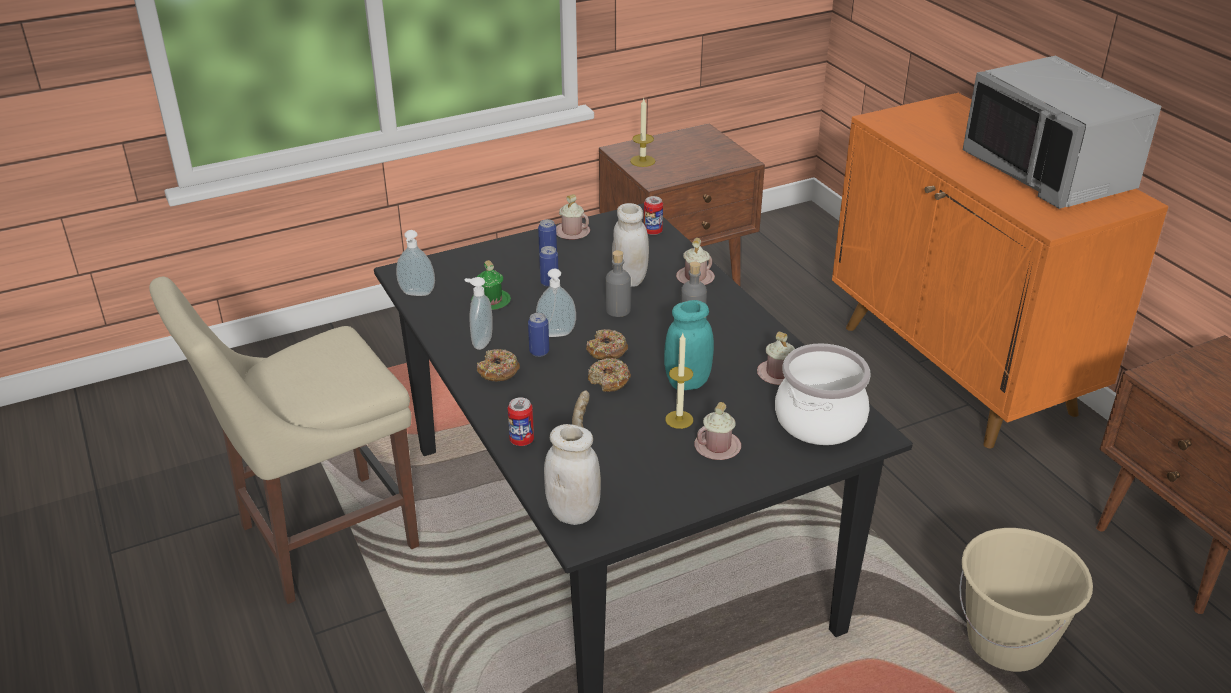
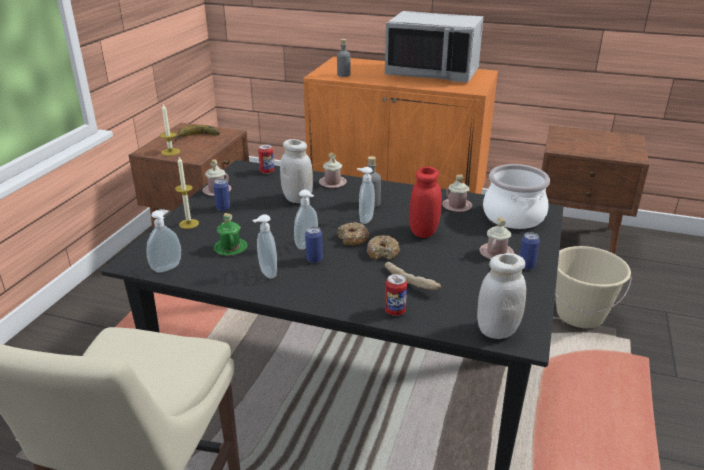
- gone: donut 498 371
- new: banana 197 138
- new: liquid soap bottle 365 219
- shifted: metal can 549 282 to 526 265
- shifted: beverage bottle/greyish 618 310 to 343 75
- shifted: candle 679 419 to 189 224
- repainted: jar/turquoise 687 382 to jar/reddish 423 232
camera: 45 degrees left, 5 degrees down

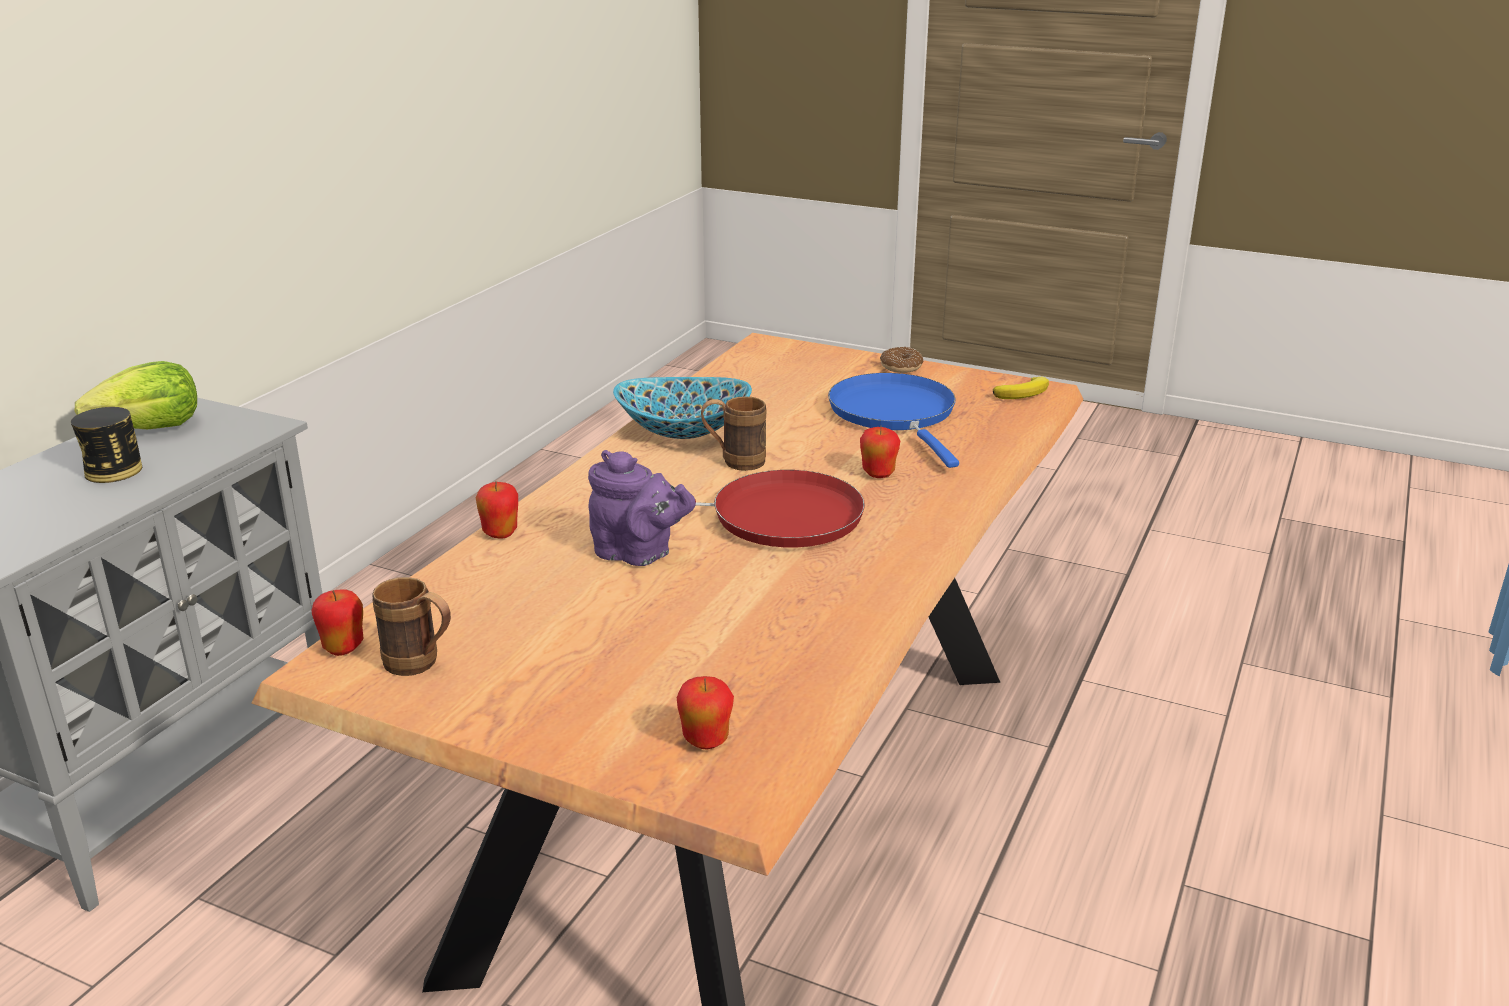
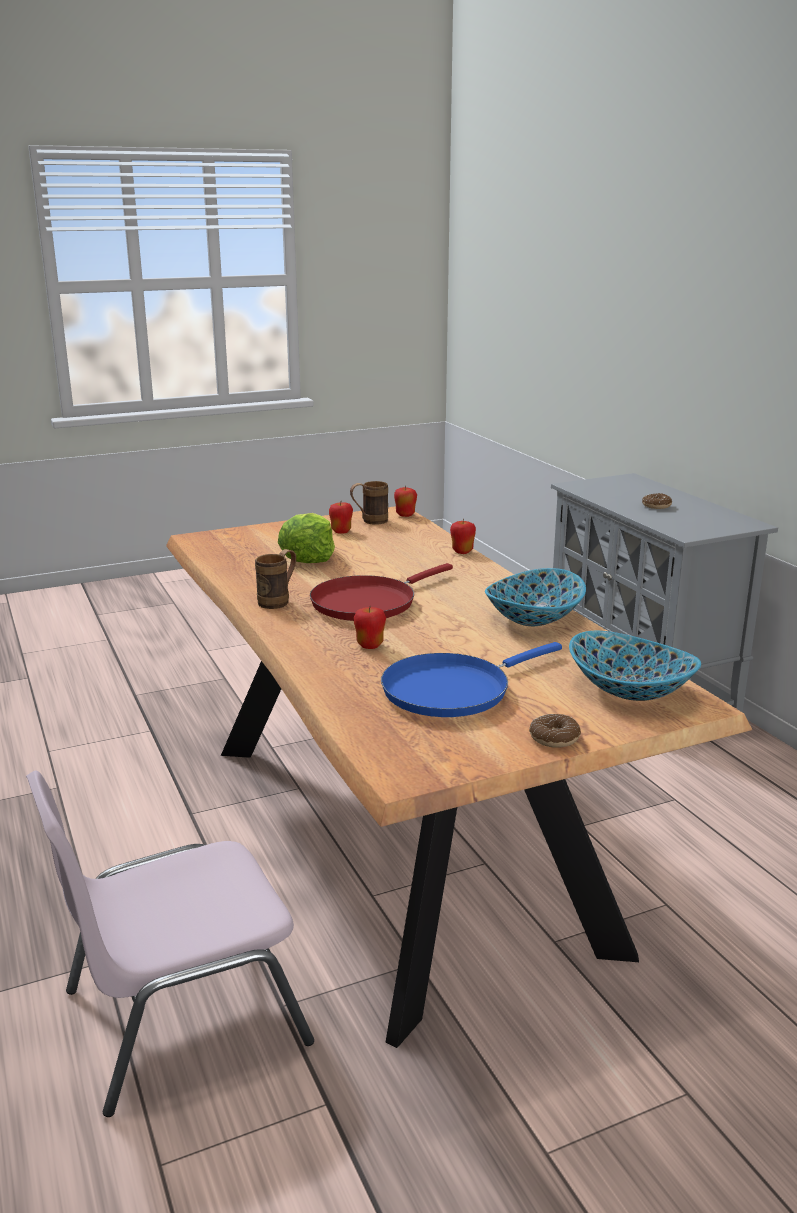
- gone: teapot/purplish 638 554
- gone: banana 1024 393
- new: upright chair/pinkish 180 1015
- new: serving bowl 630 691
- shifted: lettuce head 150 428 to 308 557
- shifted: whole apple 706 741 to 341 531
- shifted: mug/brown 734 462 to 279 601
- swapped: metal can 113 471 to donut 656 506
- rotated: skillet/blue-coloured 895 414 = 452 690 120 degrees clockwise
camera: 130 degrees right, 5 degrees down

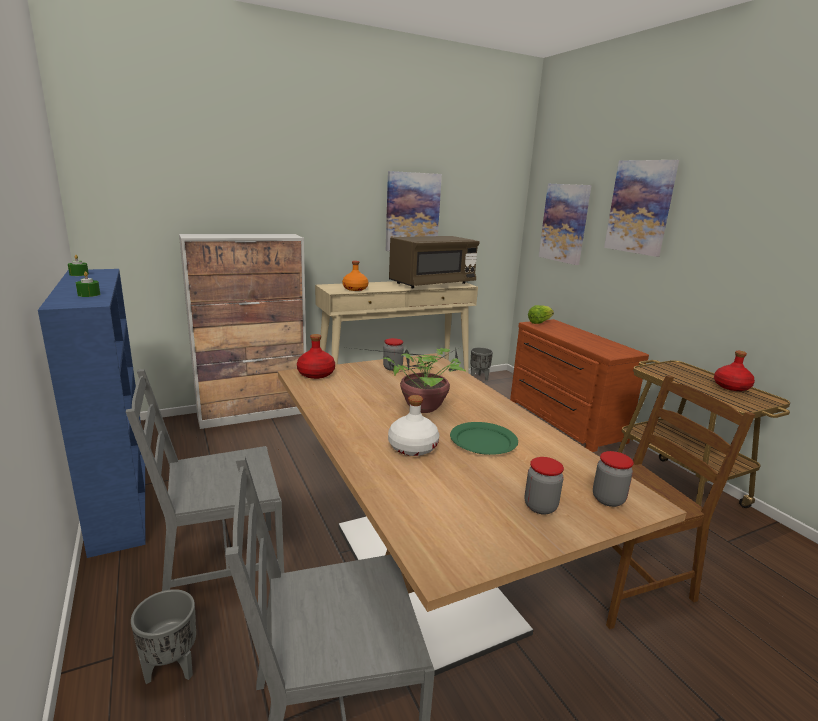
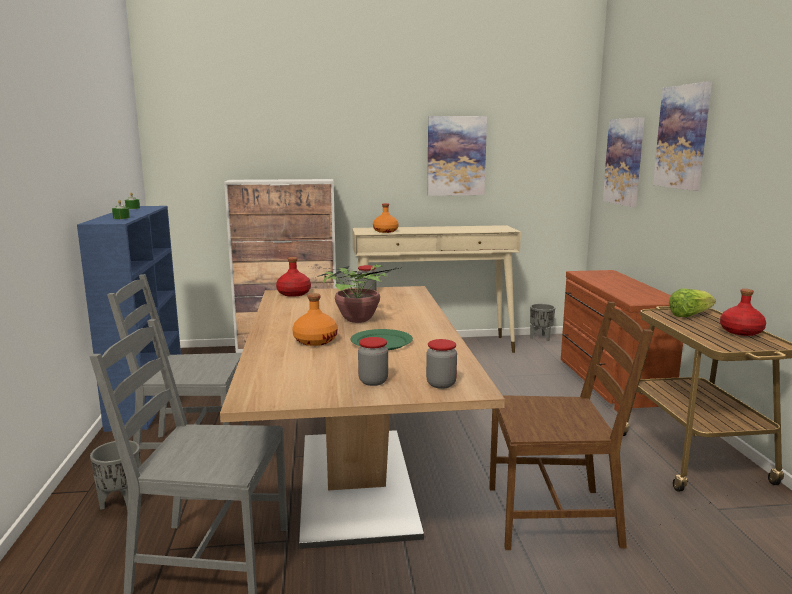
- gone: kitchen microwave/brown 432 284
- shifted: lettuce head 539 322 to 689 315
- repainted: beverage bottle/white 412 447 to beverage bottle/orange-coloured 315 341
camera: 20 degrees right, 5 degrees down

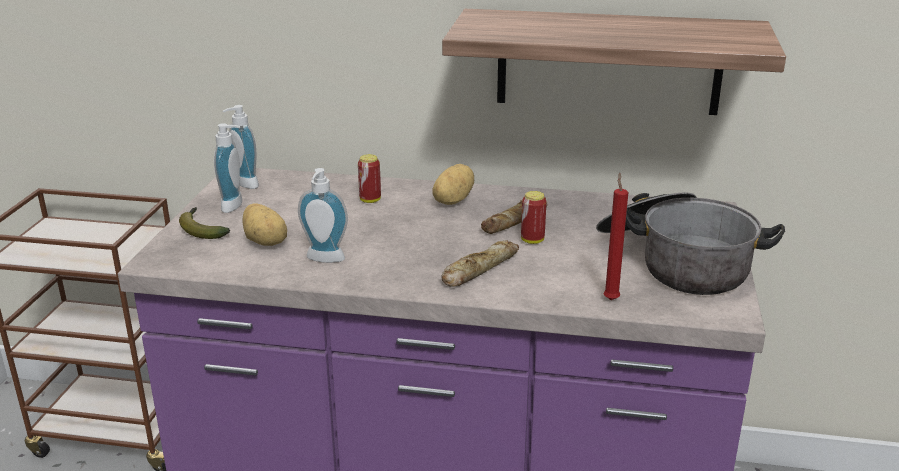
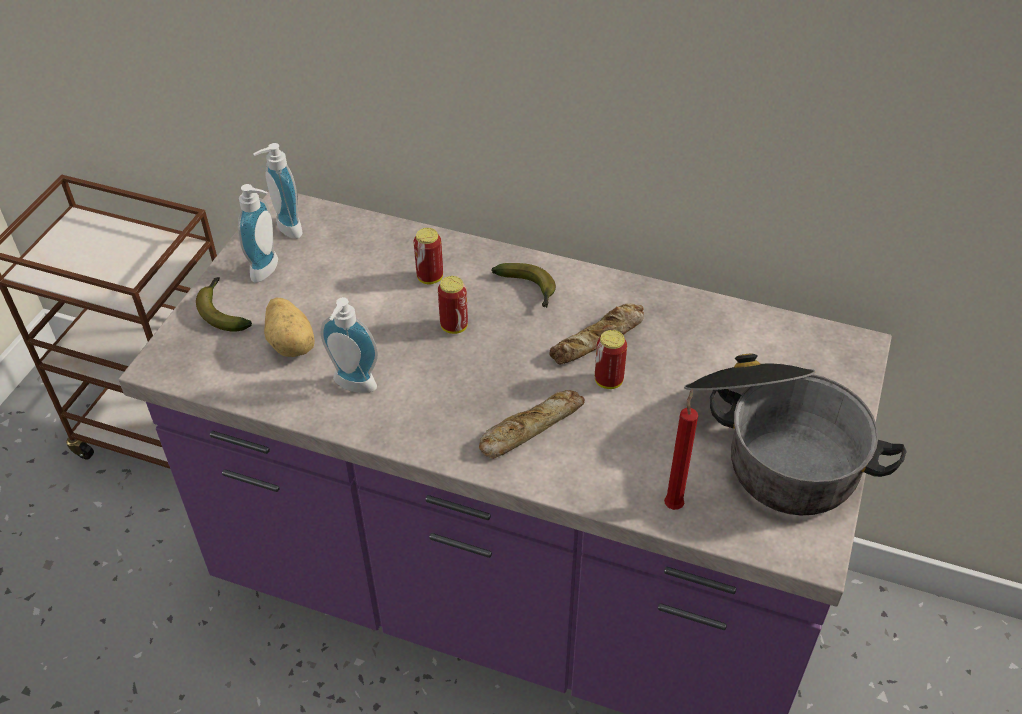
- gone: bracket shelf 608 62
- new: metal can 454 326
- swapped: potato 451 200 to banana 529 290
camera: 10 degrees right, 20 degrees up

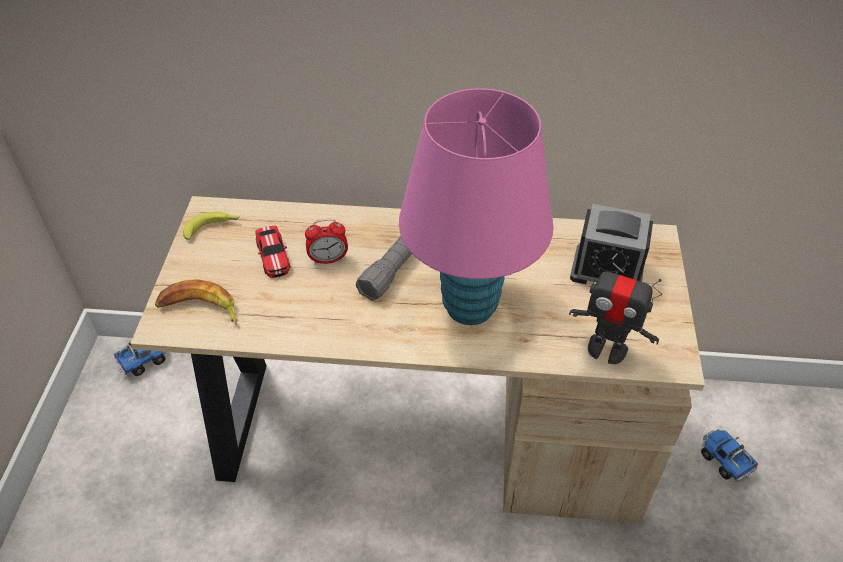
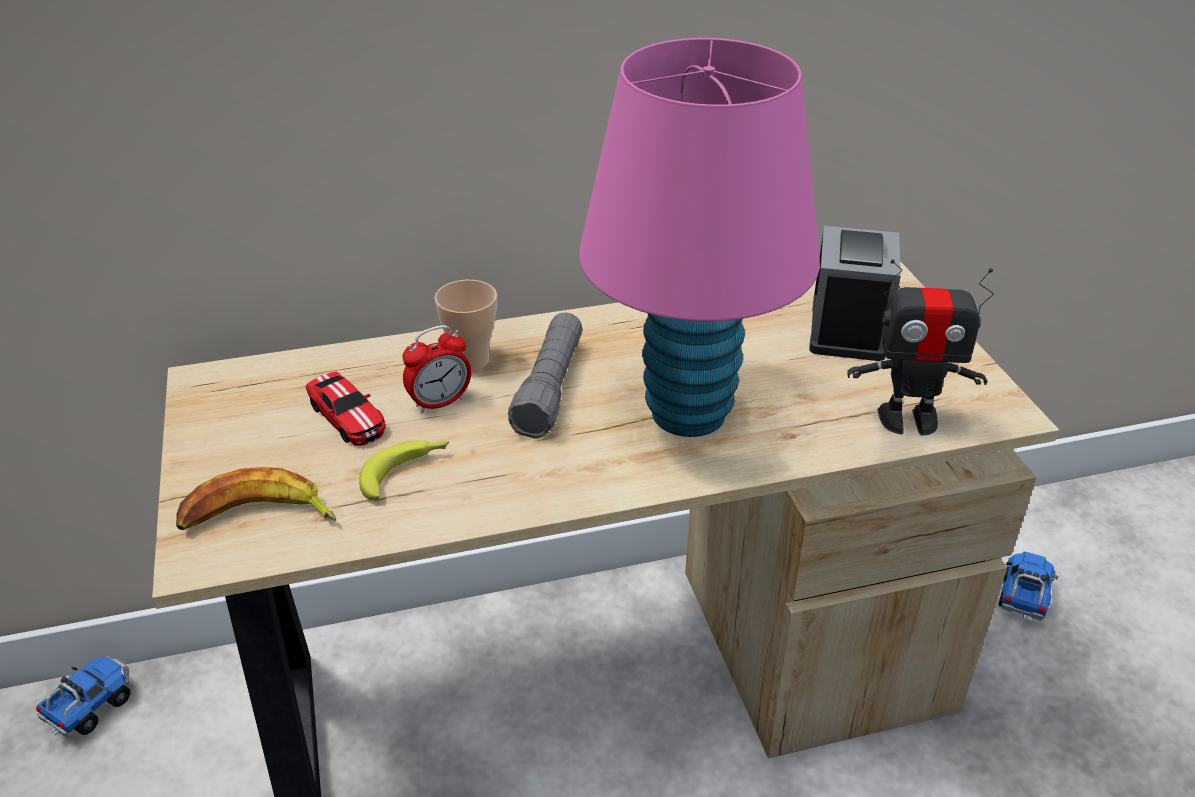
- new: cup 471 361
- shifted: banana 212 228 to 406 472
- rotated: bedside clock 607 270 = 847 328 75 degrees counterclockwise
- rotated: model truck 724 461 = 1023 598 75 degrees clockwise
camera: 20 degrees left, 10 degrees down

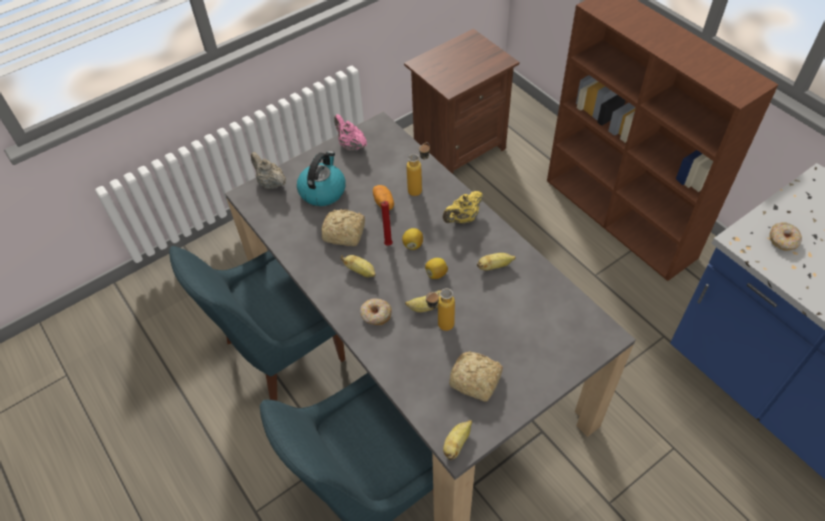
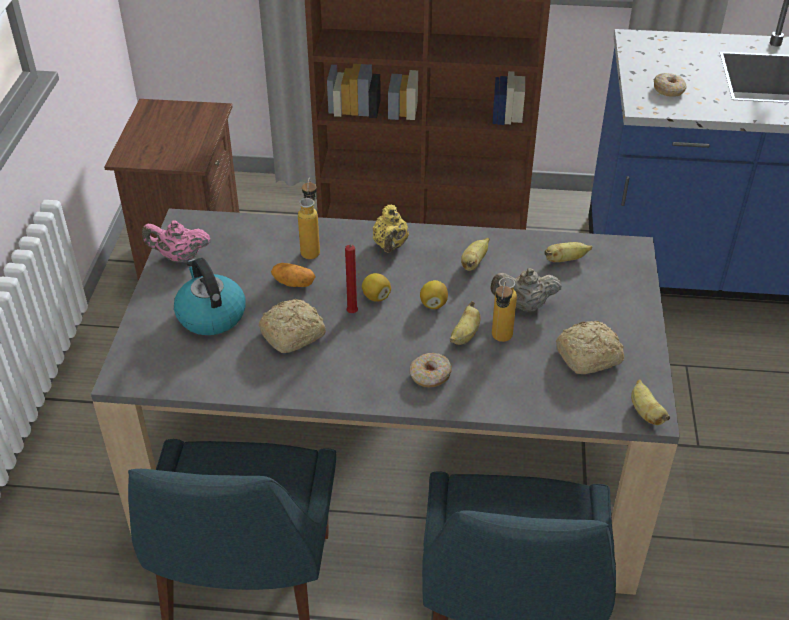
- shifted: teapot/sand-coloured 270 183 to 524 306
- shifted: banana 361 271 to 565 260
camera: 50 degrees left, 10 degrees down

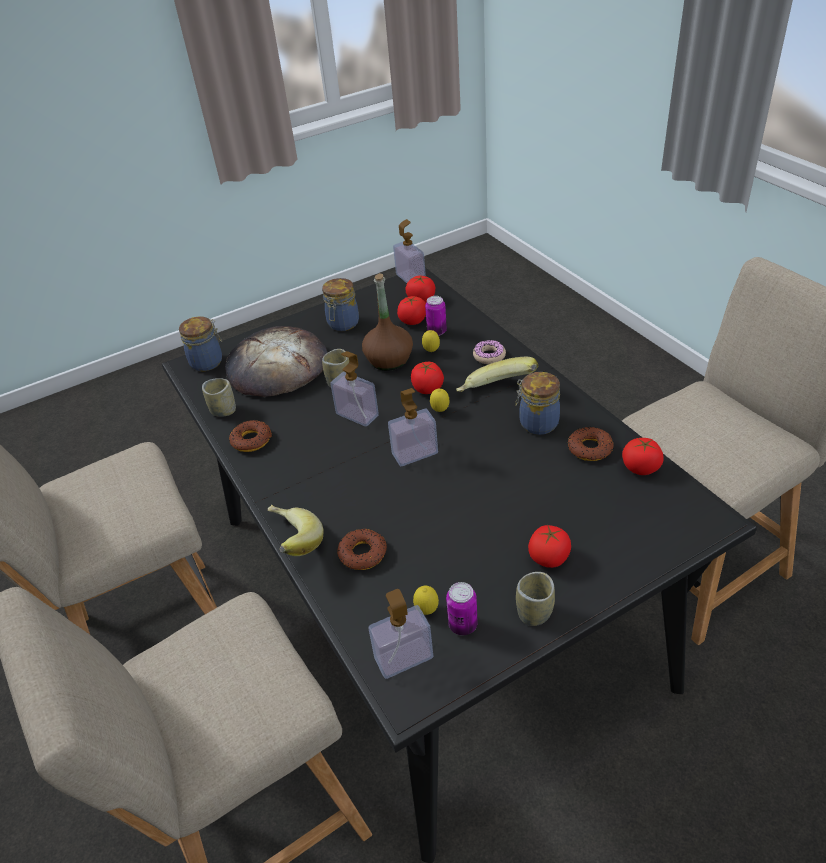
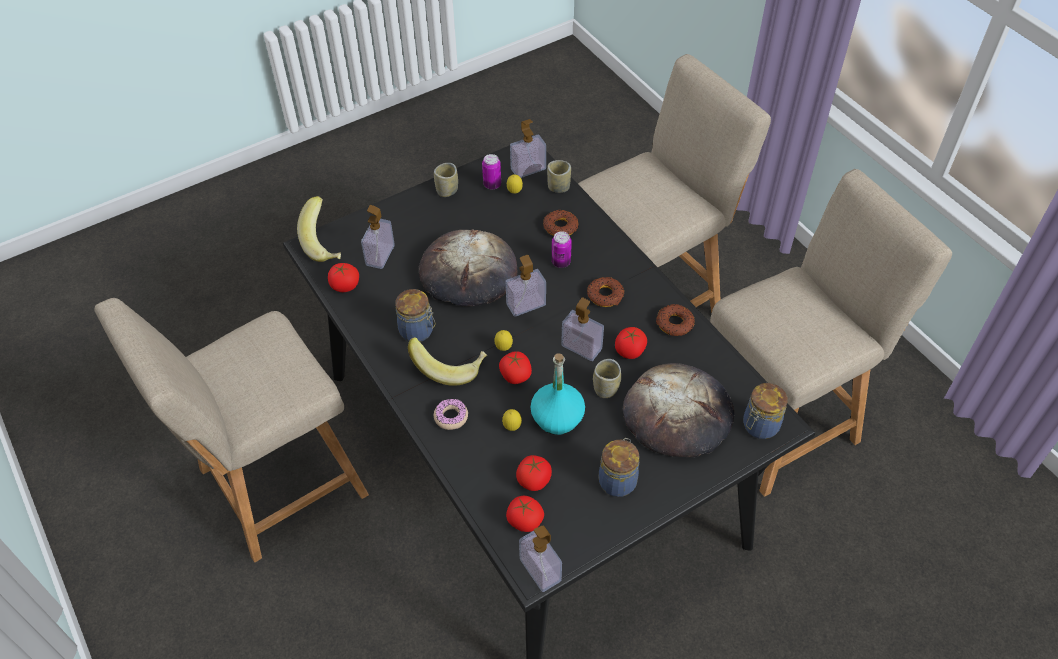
- new: liquid soap bottle 380 255
- new: bakery bread 468 273
- shifted: cup 223 410 to 558 187
- shifted: banana 291 544 to 326 243
- shifted: metal can 437 331 to 561 262
- shifted: fresh tomato 549 558 to 630 351
- shifted: donut 589 448 to 605 295
- repainted: beverage bottle/brown 389 360 to beverage bottle/turquoise 557 418
camera: 175 degrees right, 10 degrees up

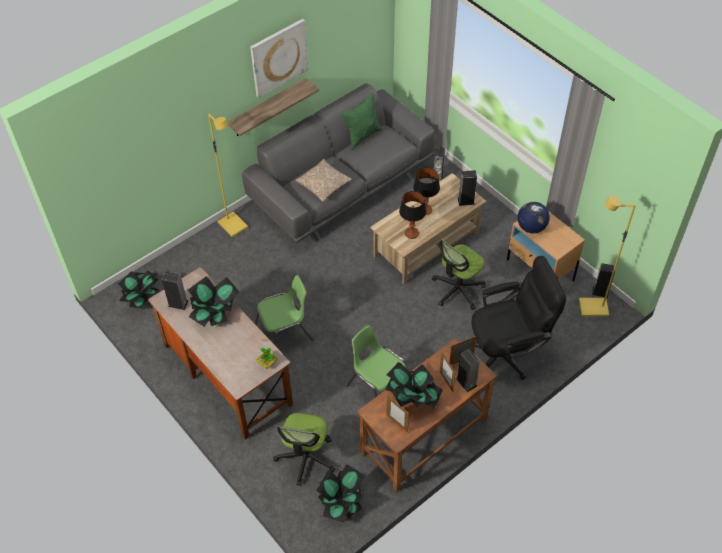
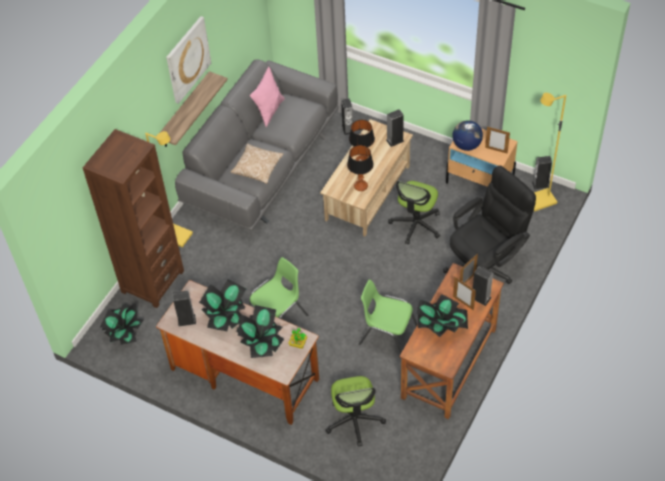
- new: bookshelf/brown 152 281
- shifted: plant in a pot 342 501 to 262 342
- shifted: standing frame 397 423 to 496 150
- repainted: throw pillow/green-coloured 362 136 to throw pillow/pinkish 269 111
camera: 20 degrees left, 0 degrees up

